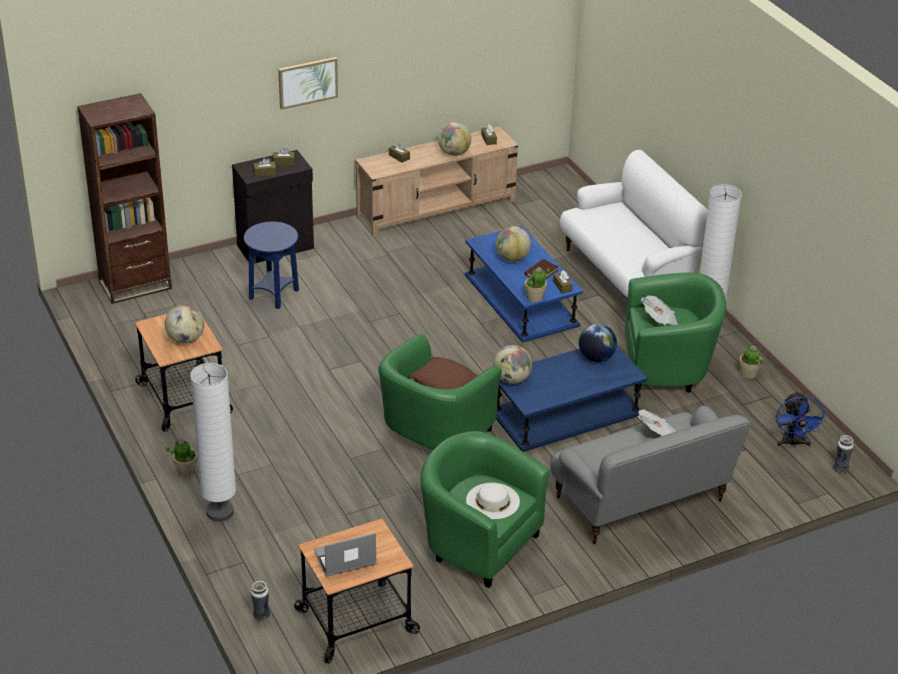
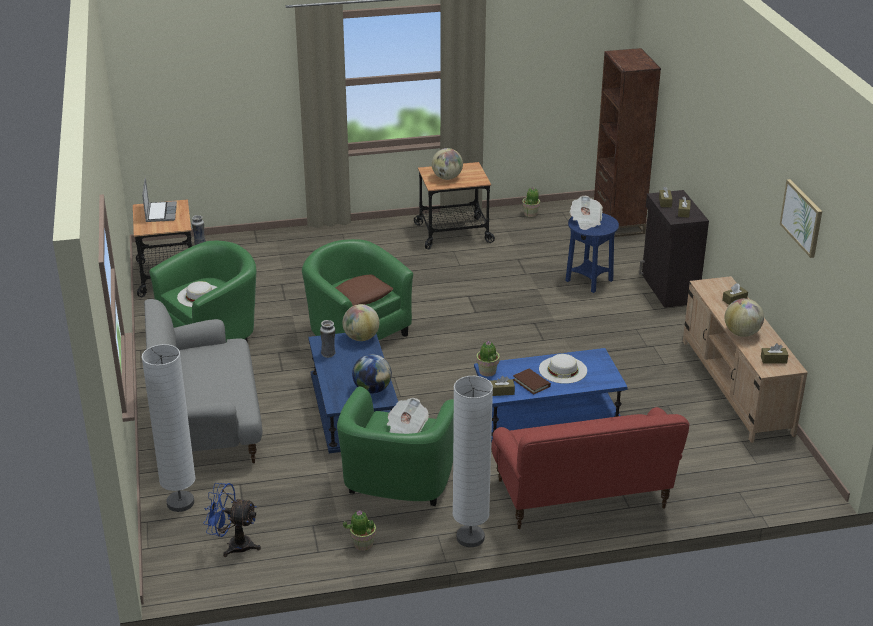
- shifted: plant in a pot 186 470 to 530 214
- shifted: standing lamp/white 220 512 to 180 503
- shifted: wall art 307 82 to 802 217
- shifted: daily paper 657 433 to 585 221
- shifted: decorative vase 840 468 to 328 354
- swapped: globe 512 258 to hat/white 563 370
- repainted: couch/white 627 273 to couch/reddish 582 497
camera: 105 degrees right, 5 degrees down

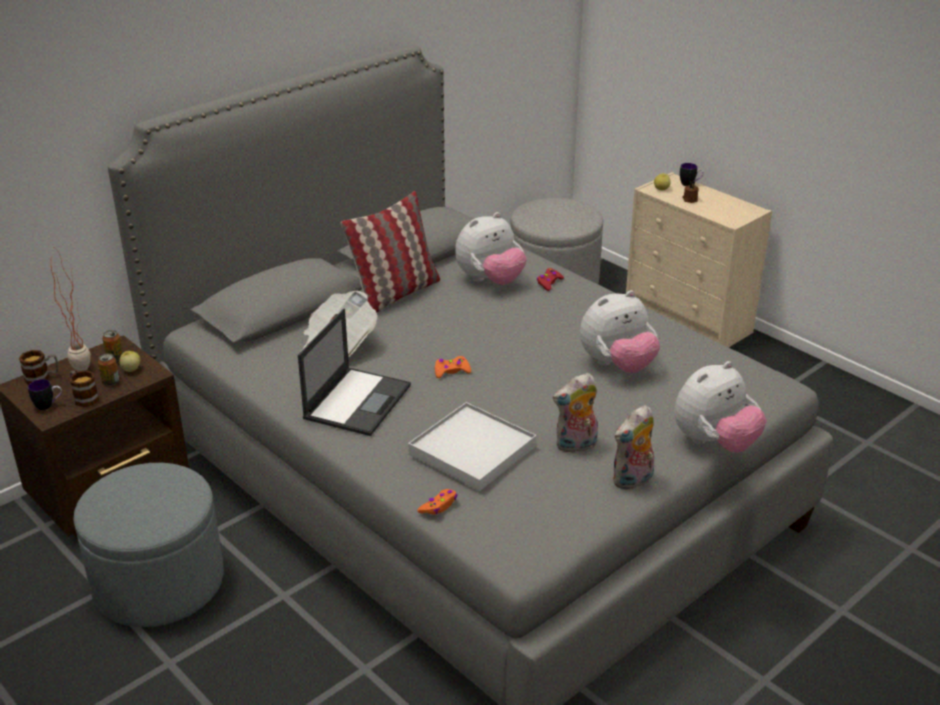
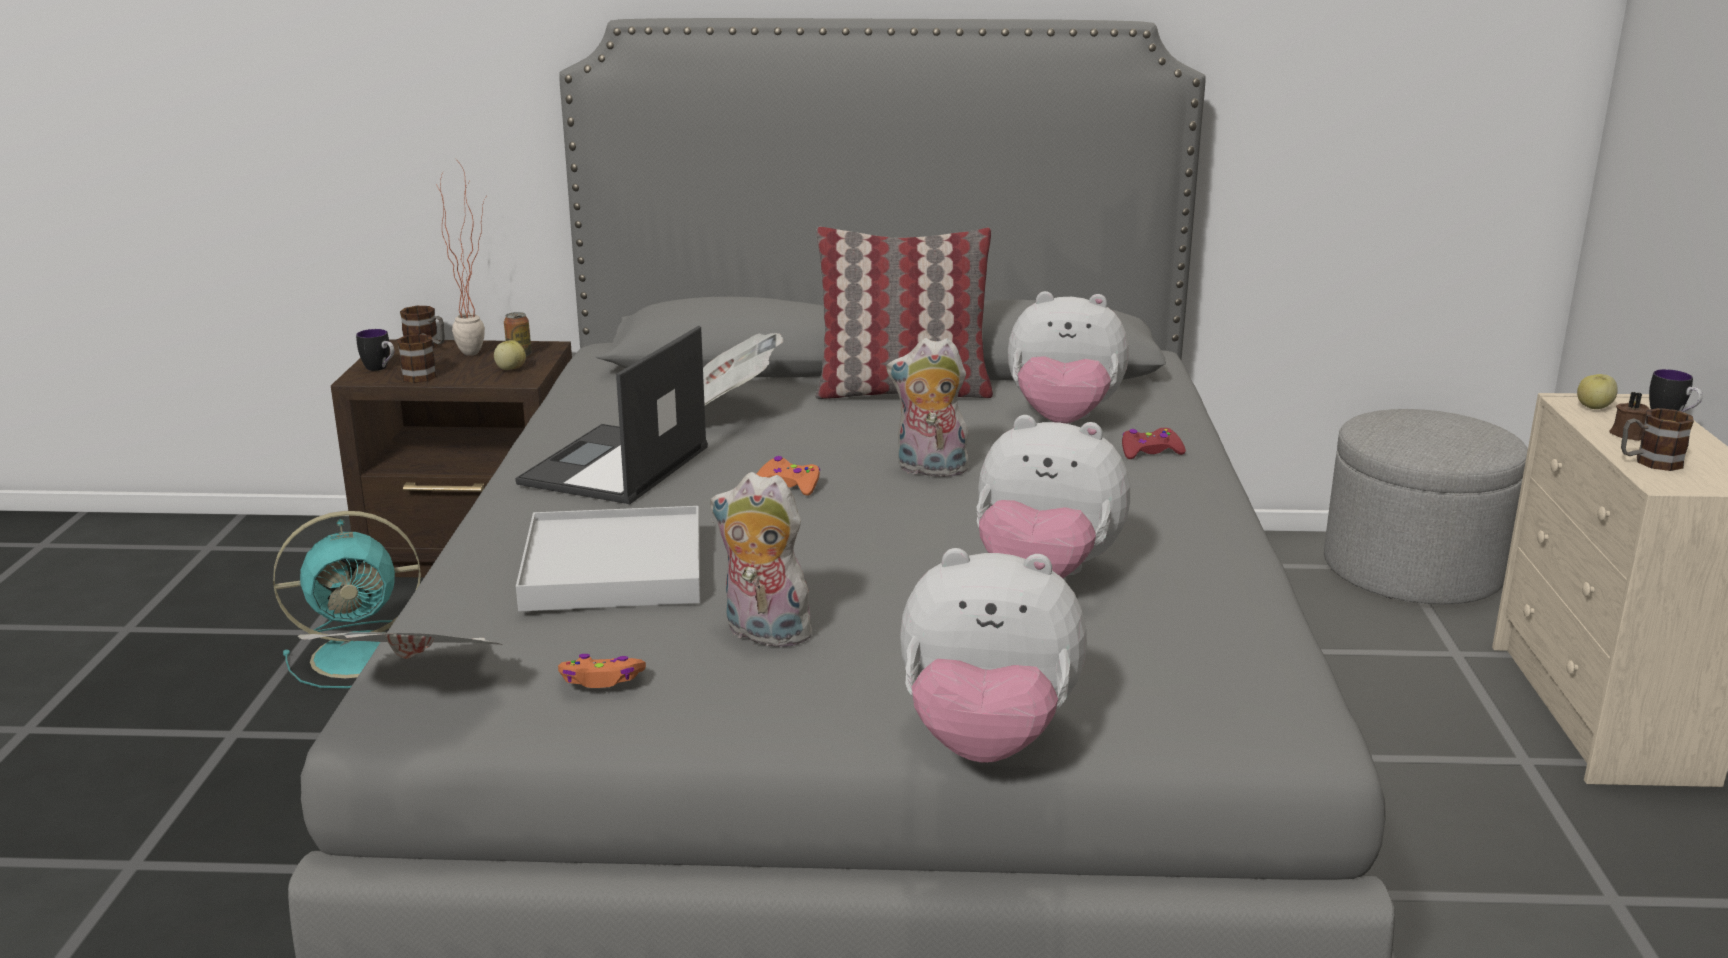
- gone: metal can 111 382
- new: daily paper 417 685
- new: mug 1649 462
- shifted: joypad/orange-coloured 439 506 to 601 680
- shifted: cuddly toy 633 481 to 929 470
- swapped: footrest/greyish 159 583 to fan/turquoise 364 654
- rotated: laptop 358 401 = 614 466 135 degrees clockwise
camera: 45 degrees right, 10 degrees down

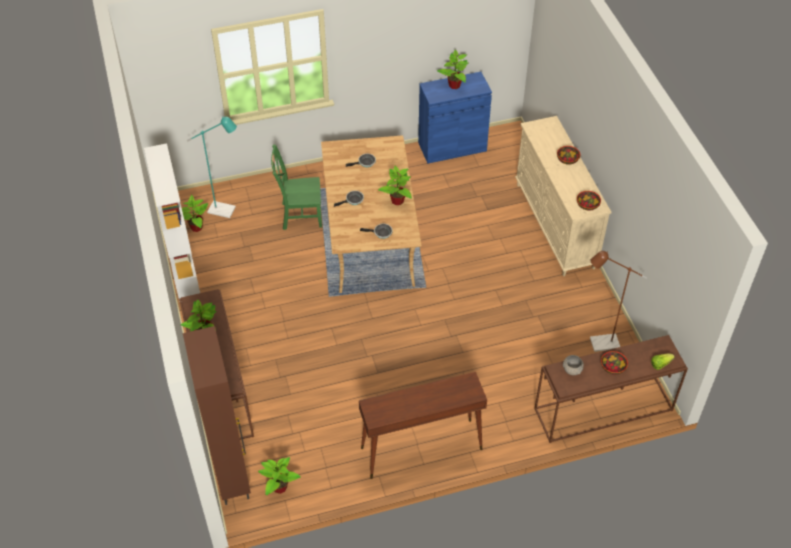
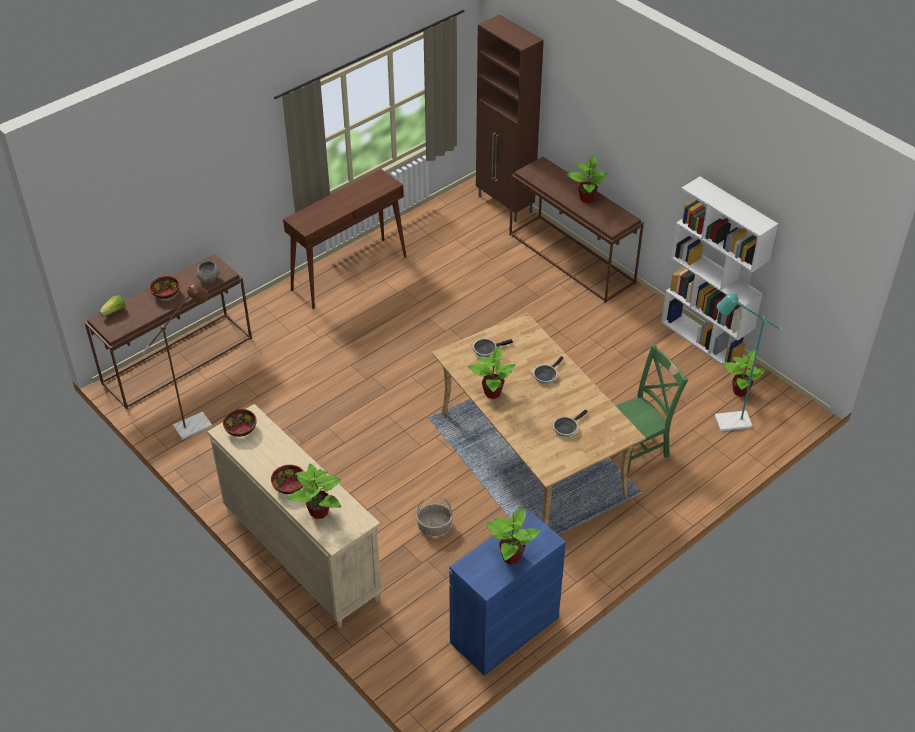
- new: basket 434 527
- shifted: plant in a pot 279 487 to 319 511
camera: 155 degrees right, 5 degrees down

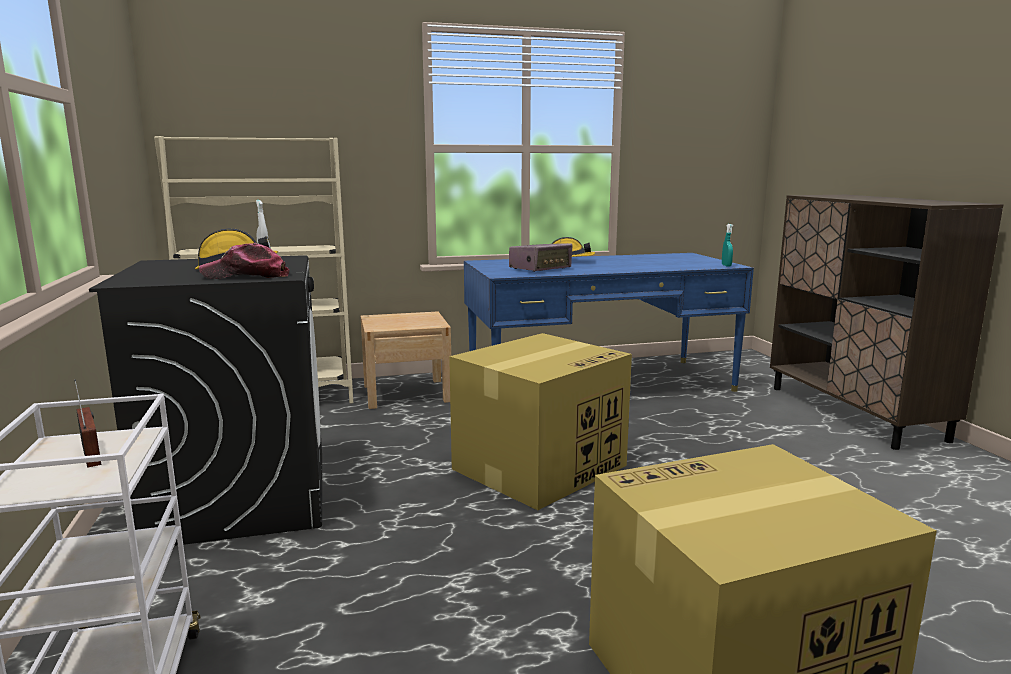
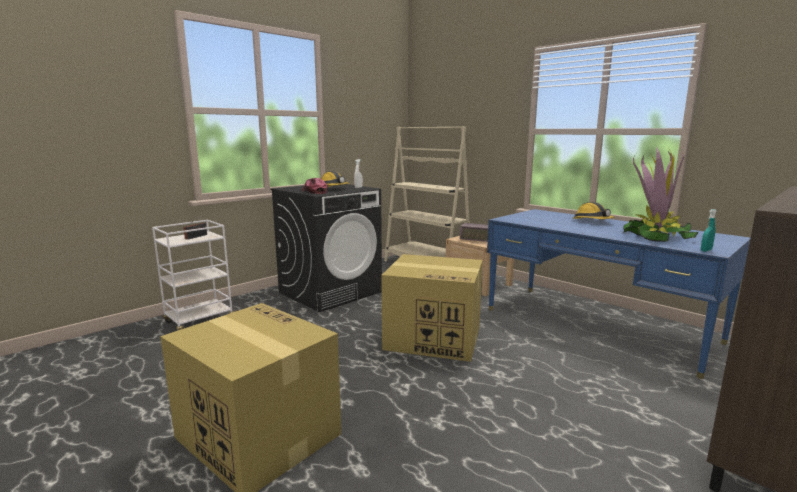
- new: plant in a pot 655 235
- shifted: radio receiver 540 269 to 477 239
camera: 60 degrees right, 0 degrees up

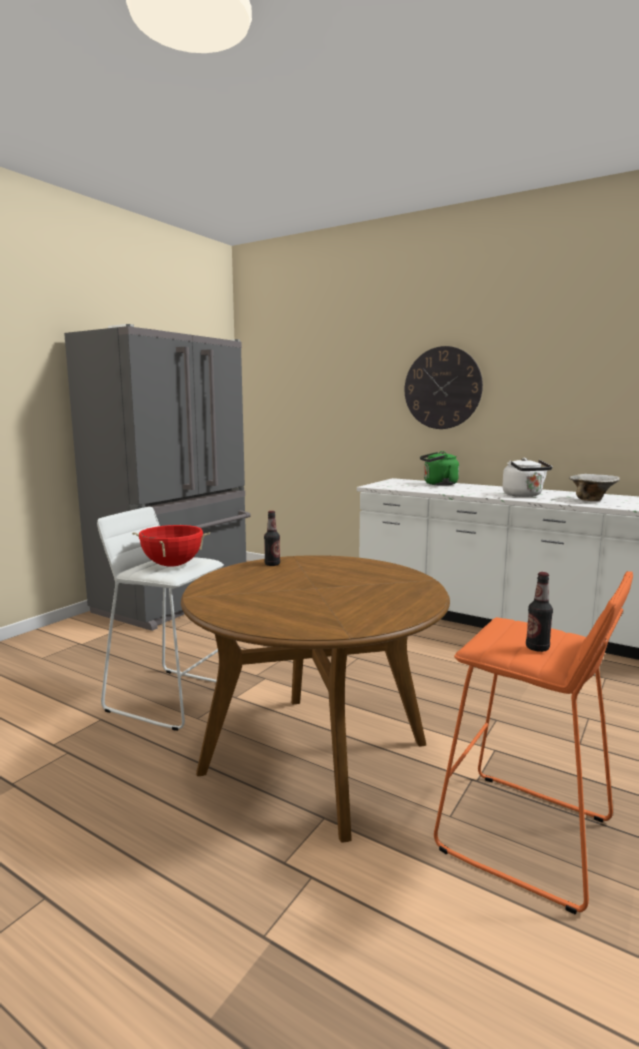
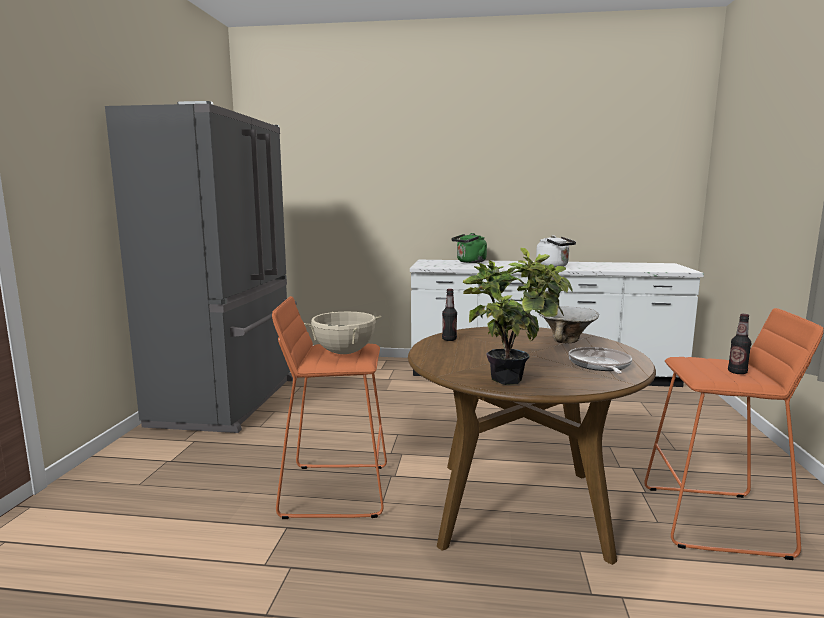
- gone: hanging clock 442 388
- new: plant in a pot 514 379
- new: skillet 599 365
- shifted: serving bowl 592 500 to 567 341
- repainted: stool seat/white 172 697 to stool seat/orange-coloured 335 490
- repainted: stockpot/reddish 172 565 to stockpot/sand-coloured 344 353
camera: 25 degrees left, 0 degrees up

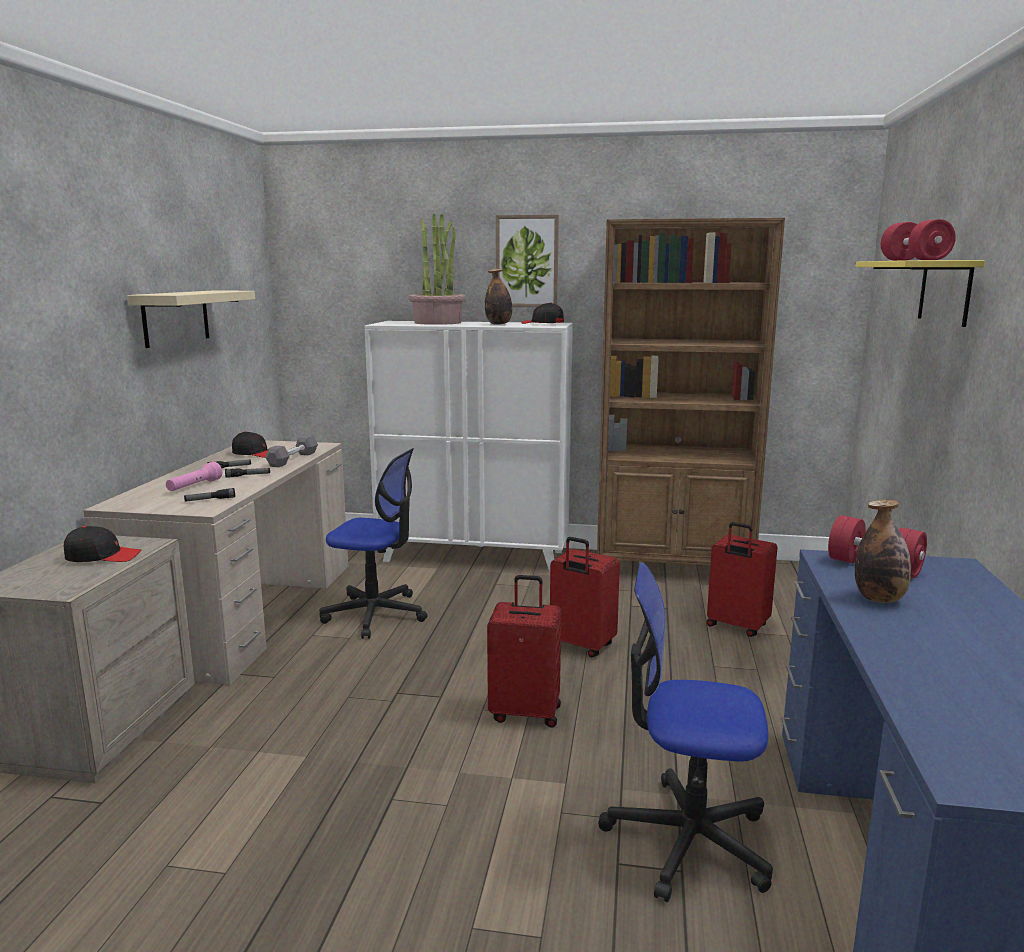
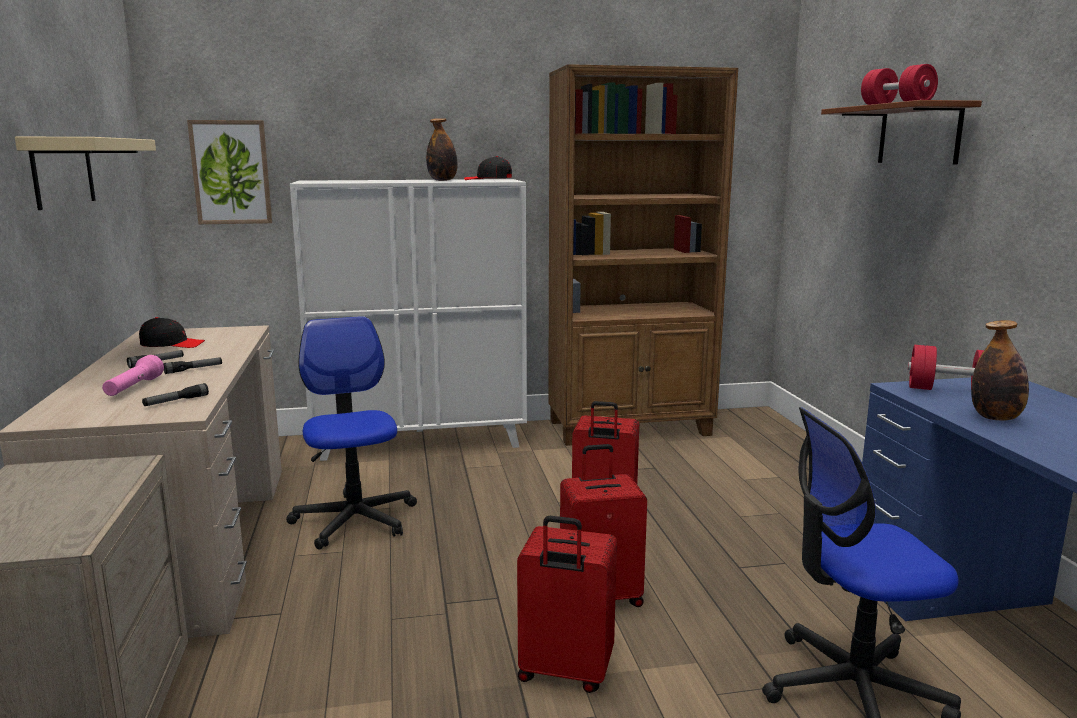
- gone: cap/blackish 102 556
- gone: hand weight/greyish 293 459
- gone: plant in a pot 438 322
- shifted: wall art 527 261 to 231 172
- shifted: travel case/reddish 736 626 to 564 673
- repainted: bracket shelf/yellowish 945 291 to bracket shelf/brown 919 134
- rotated: office chair 375 614 = 355 520 105 degrees counterclockwise
camera: 20 degrees left, 0 degrees up

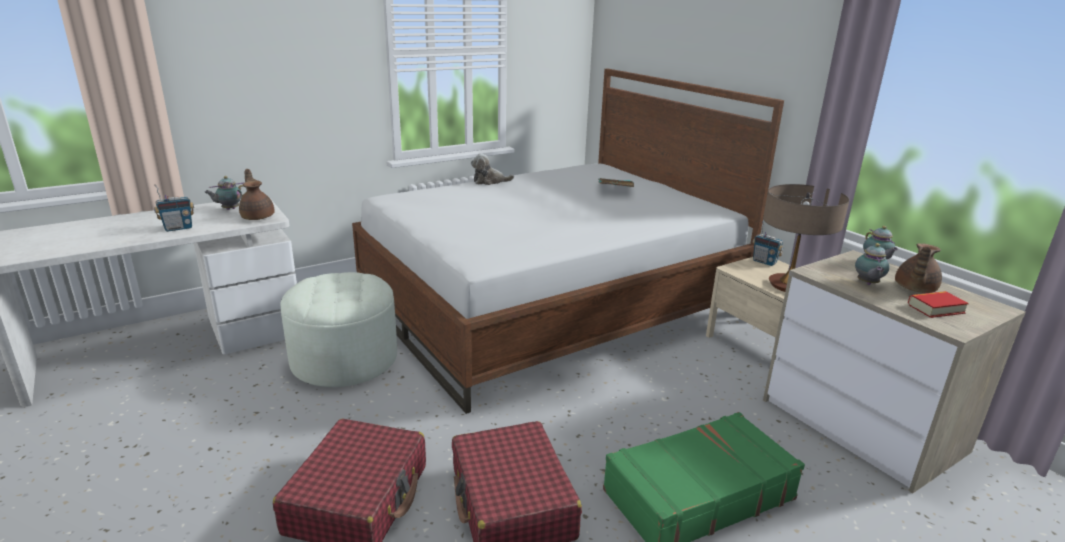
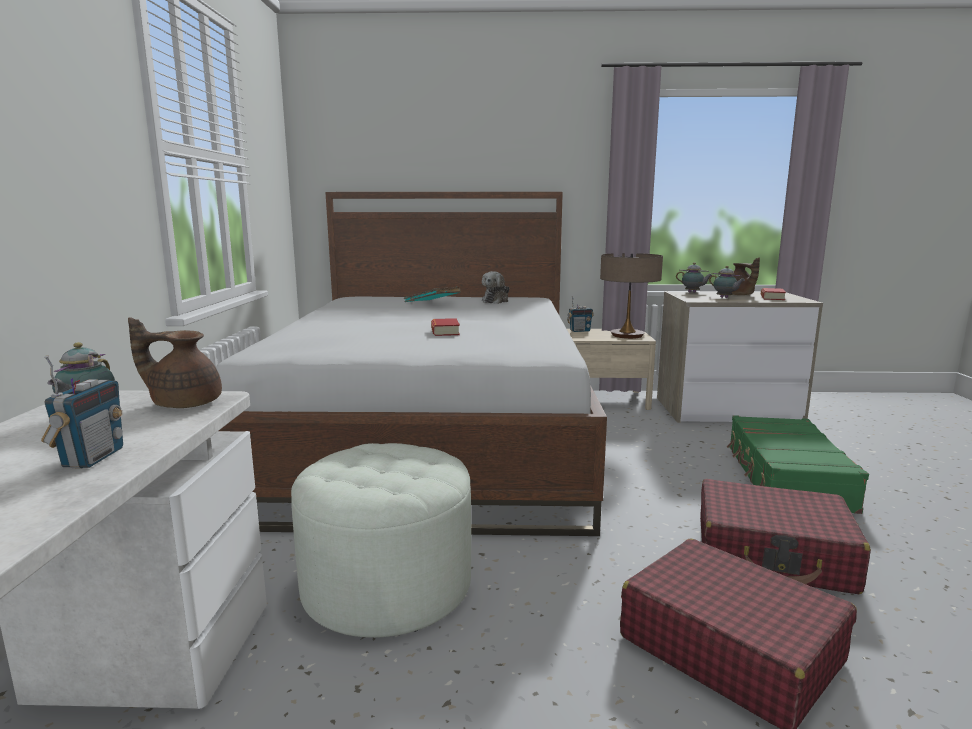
- new: bound book 445 331
- shifted: cuddly toy 489 181 to 496 301
camera: 55 degrees left, 10 degrees down

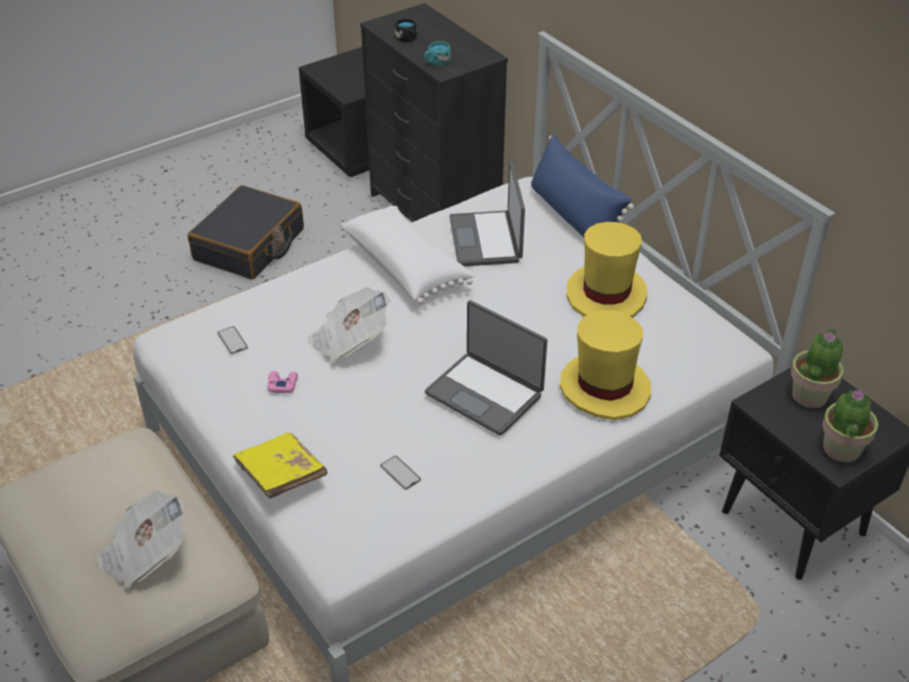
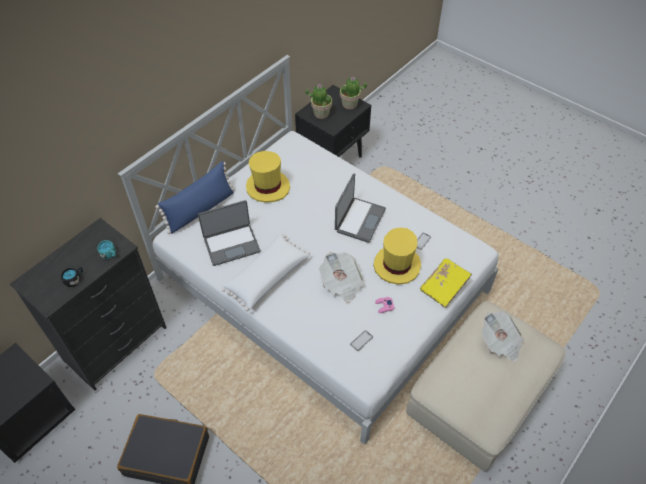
- shifted: hat/yellowish 604 387 to 396 265
camera: 105 degrees left, 10 degrees up

